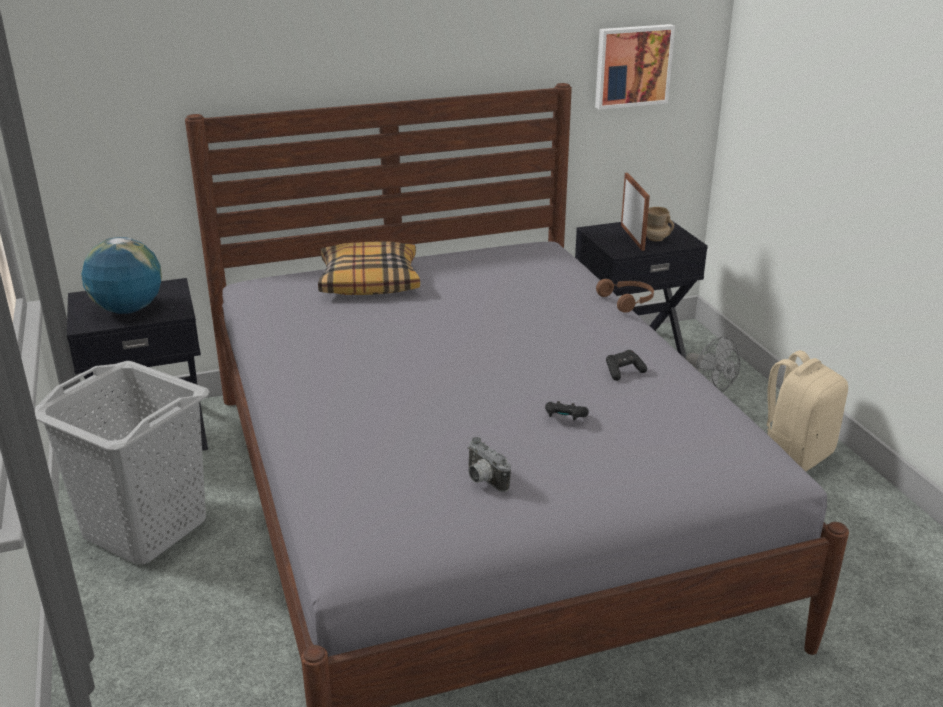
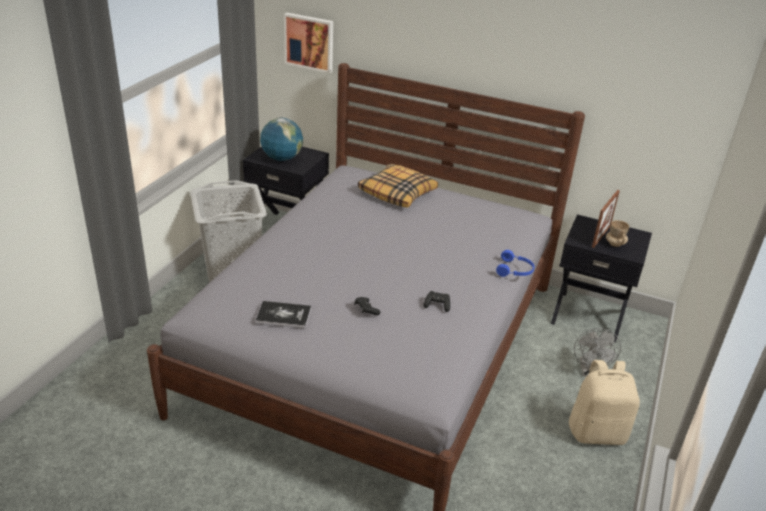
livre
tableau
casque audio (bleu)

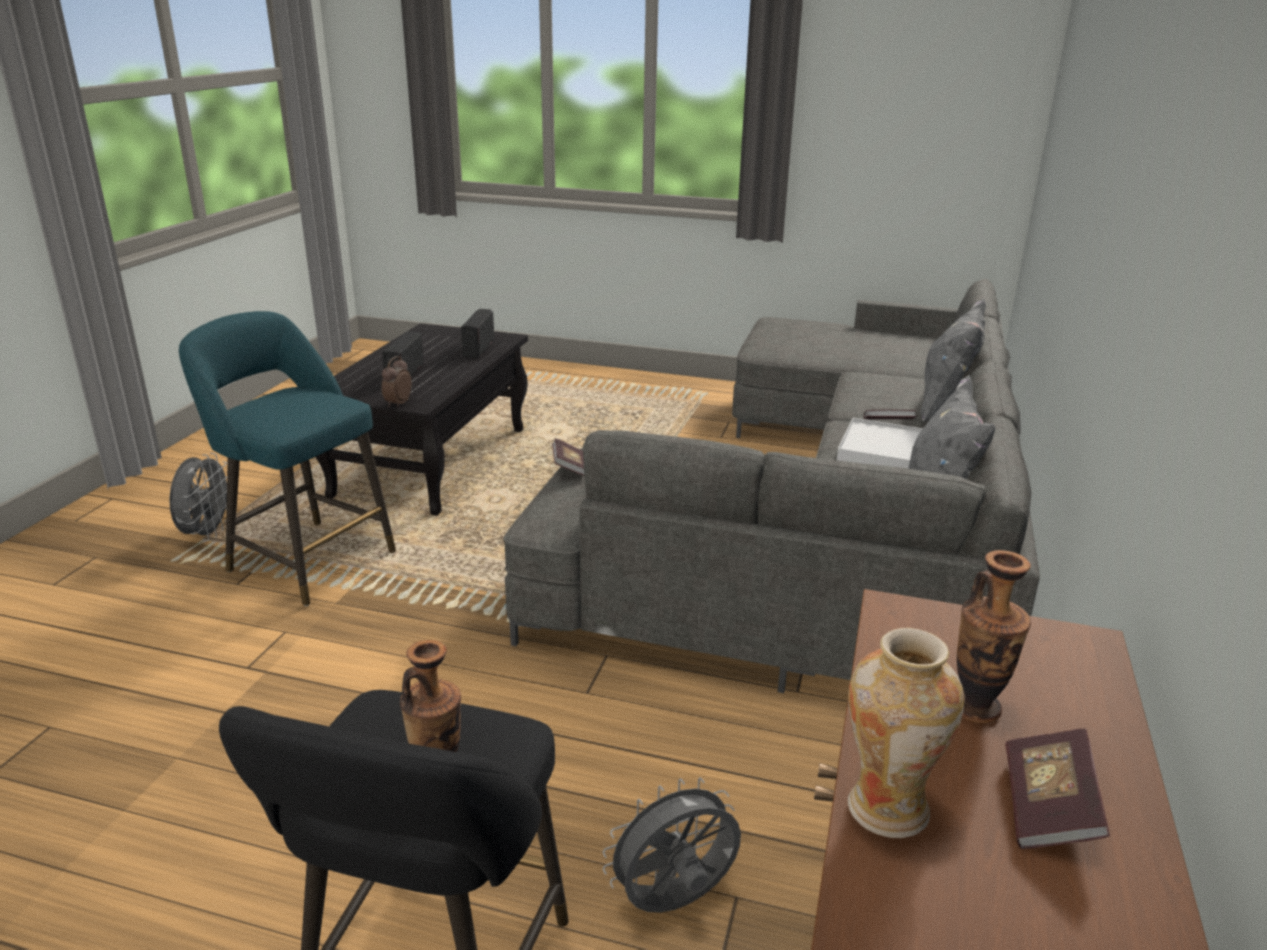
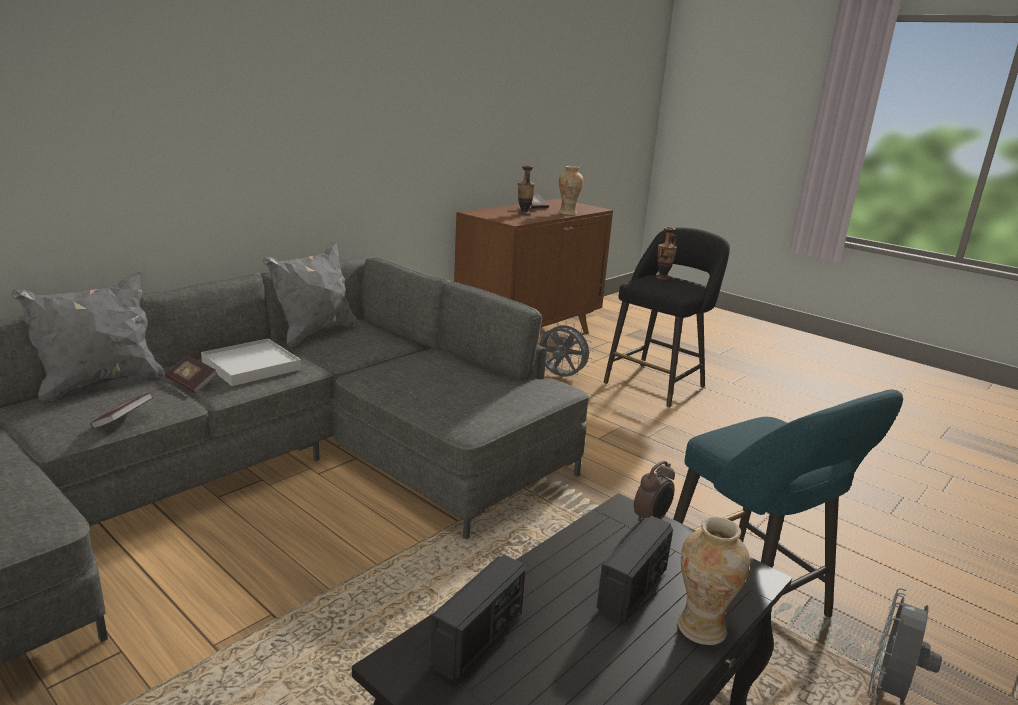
livre (no. 1 from left)
ventilateur (gris) (no. 1 from left)
vase (no. 4 from left)

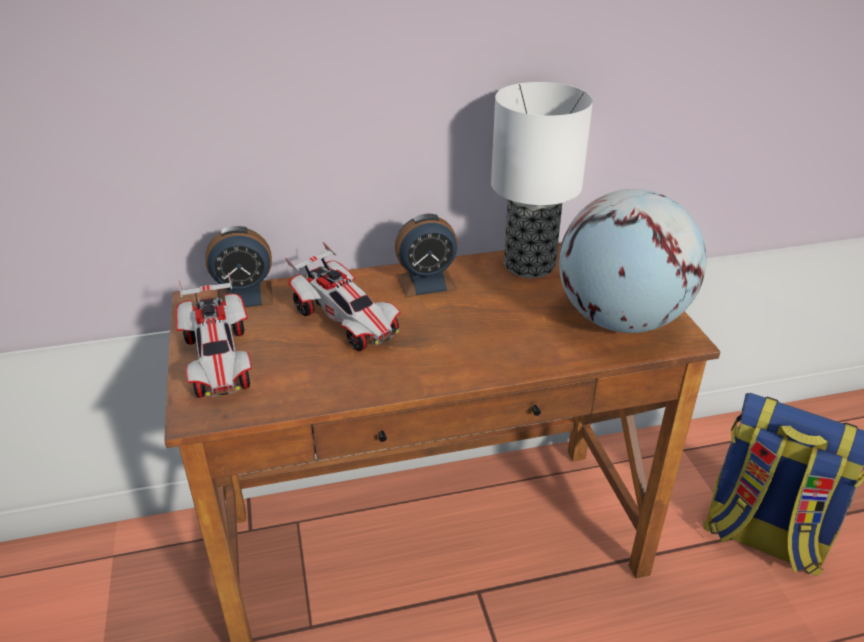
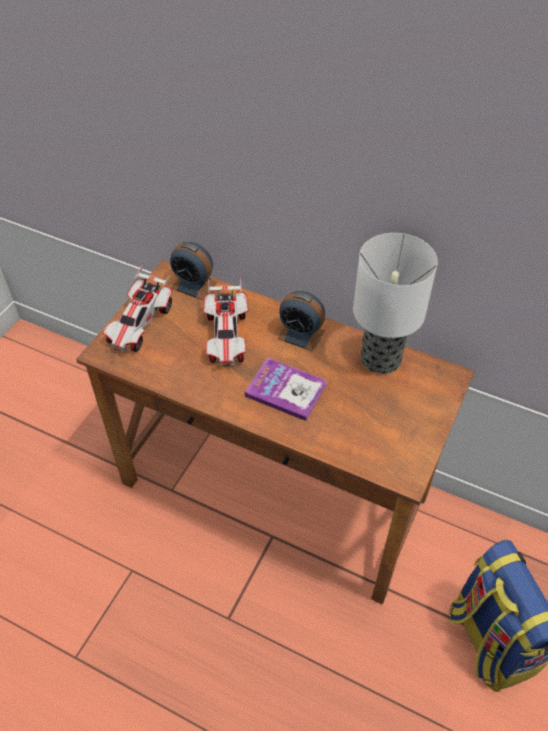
globe
livre

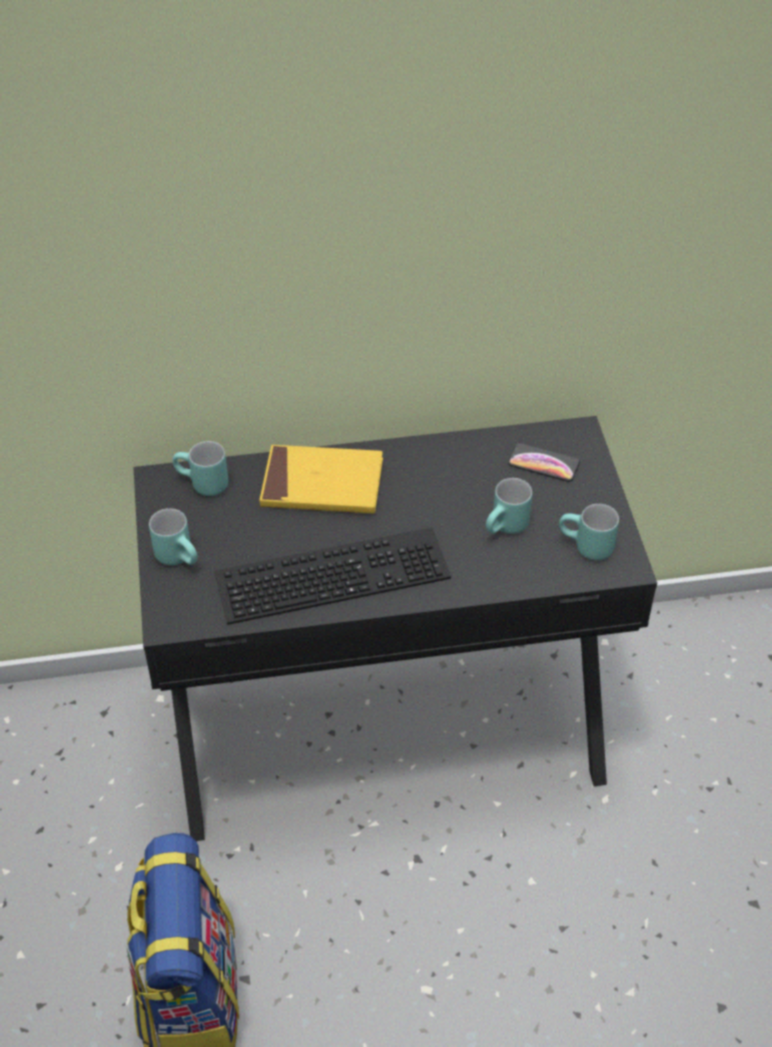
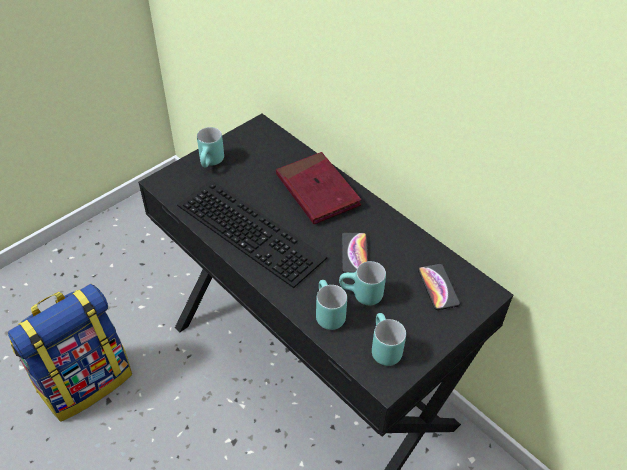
mug (turquoise) (no. 2 from left)
livre (rouge)
téléphone (no. 1 from left)

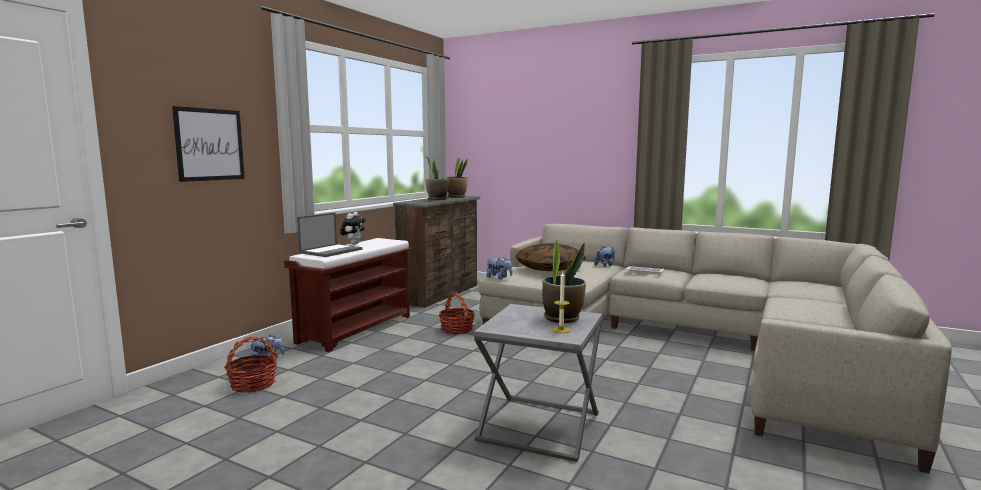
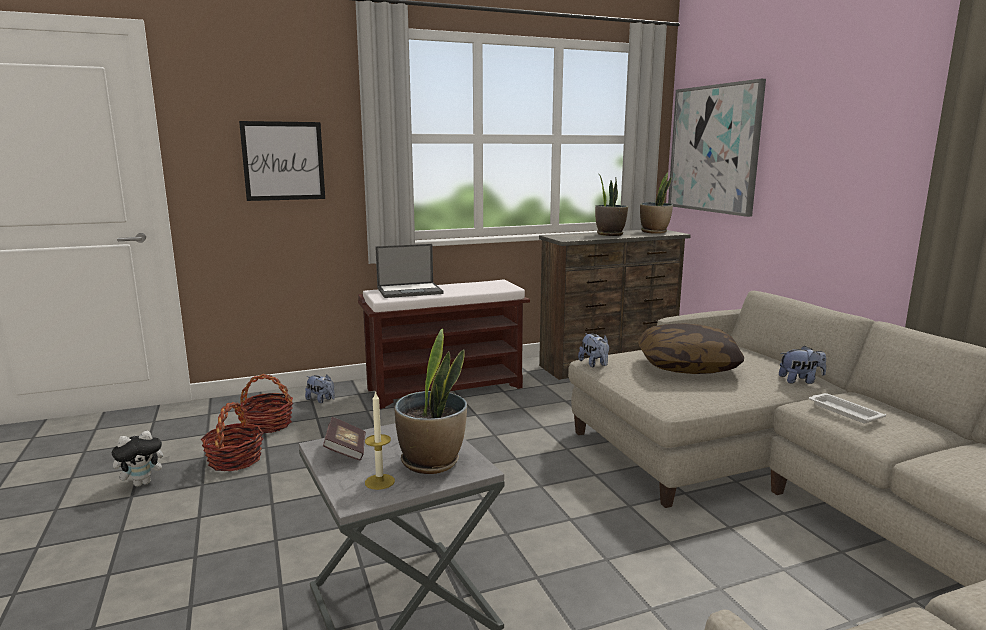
peluche (no. 1 from left)
panier (no. 1 from left)
livre
tableau (no. 2 from left)

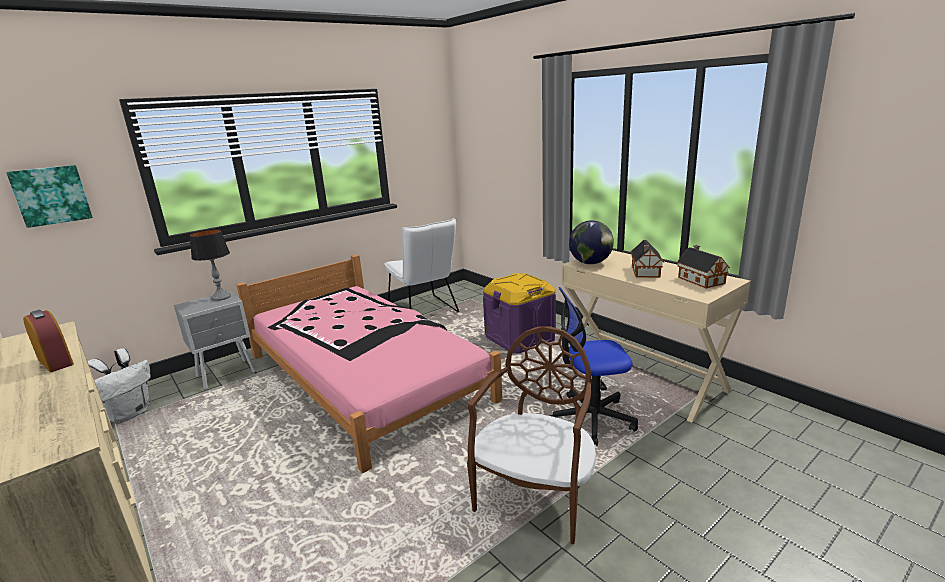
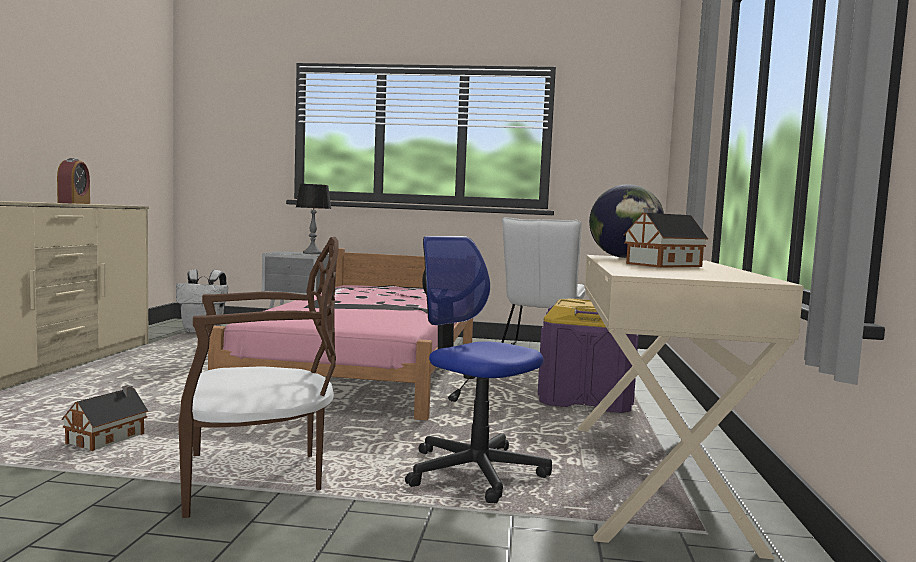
tableau
maison miniature (no. 1 from left)

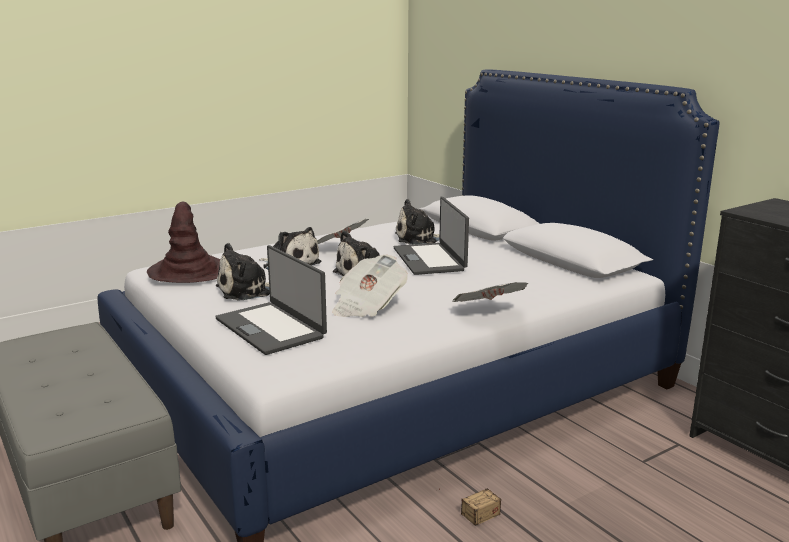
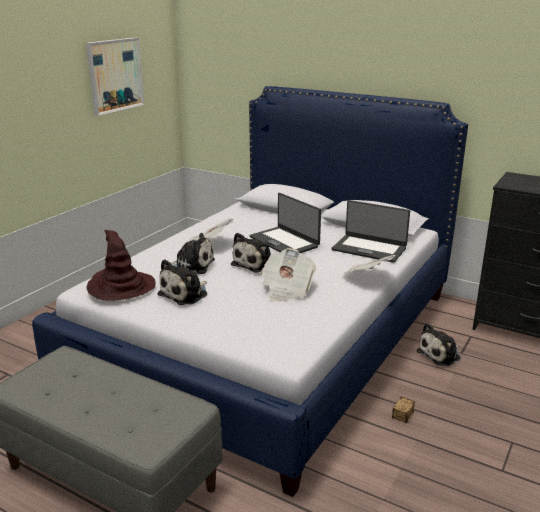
ordinateur portable (no. 2 from left)
peluche (no. 4 from left)
tableau

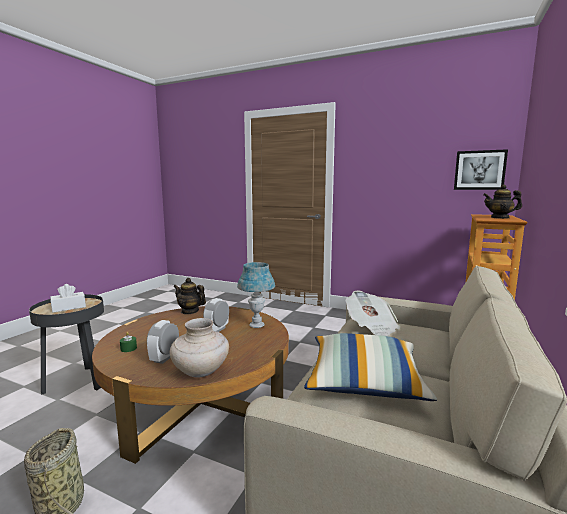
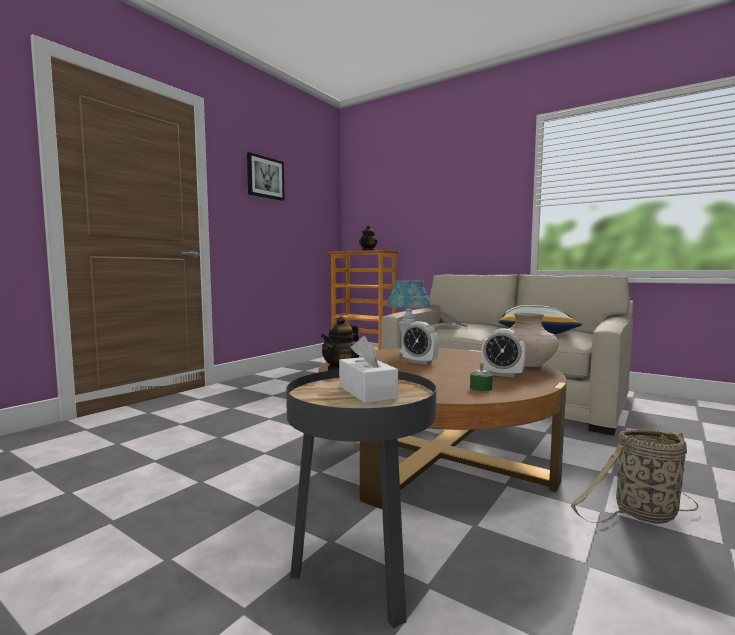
tableau

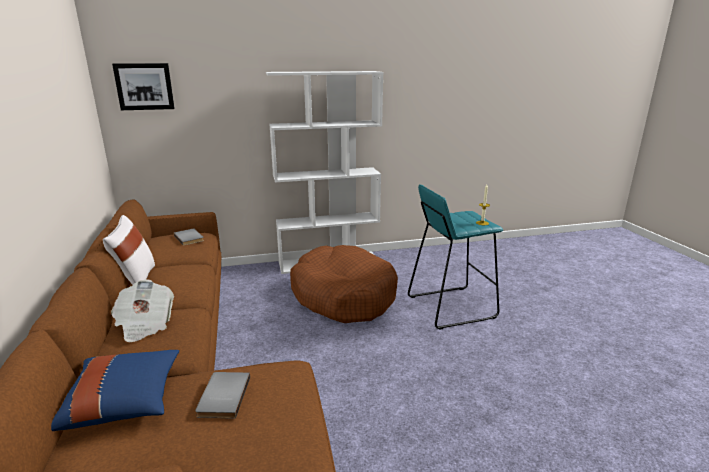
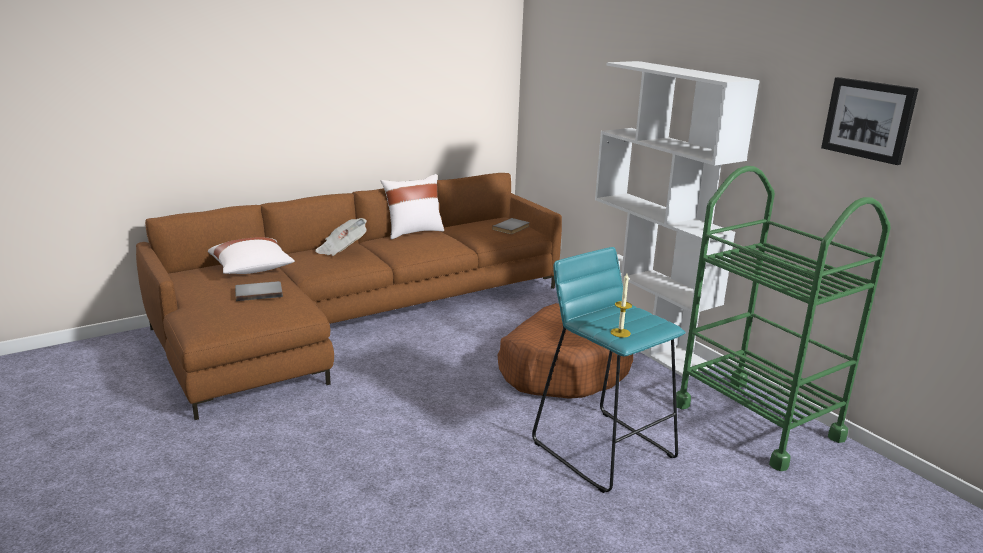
coussin (blanc) (no. 1 from left)
tableau
chariot (vert)

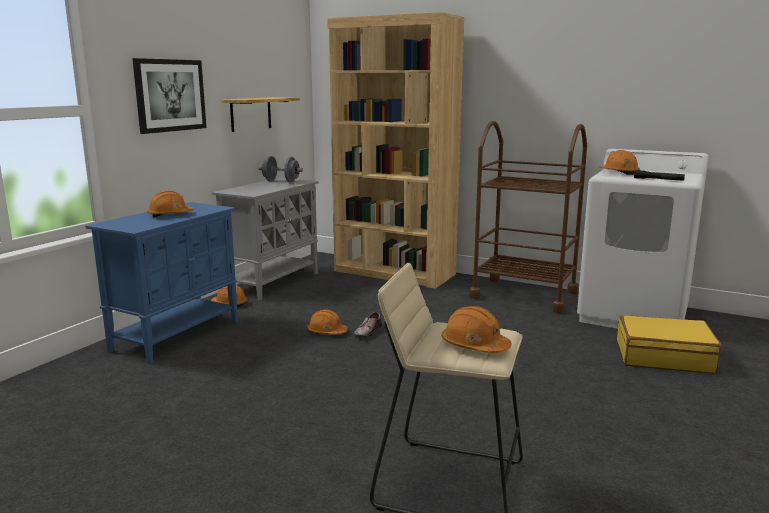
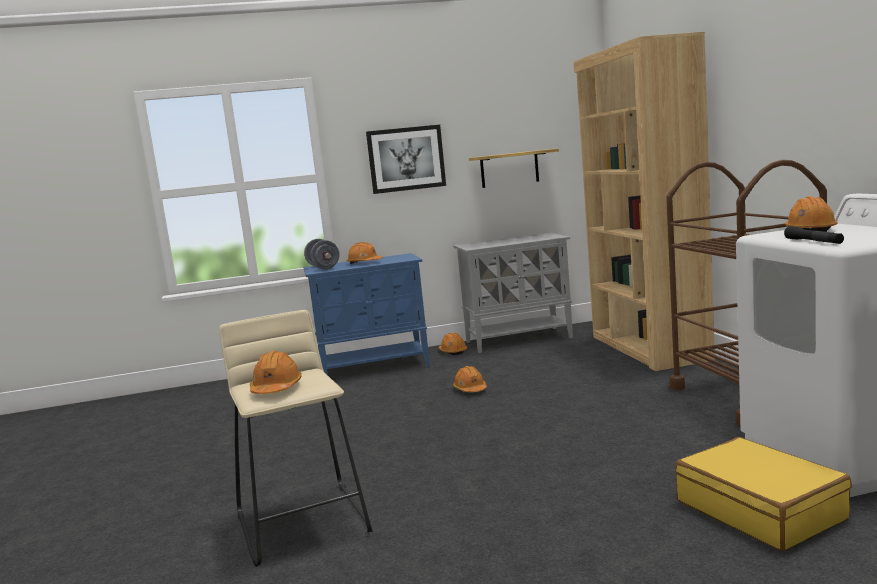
haltère (gris)
chaussure

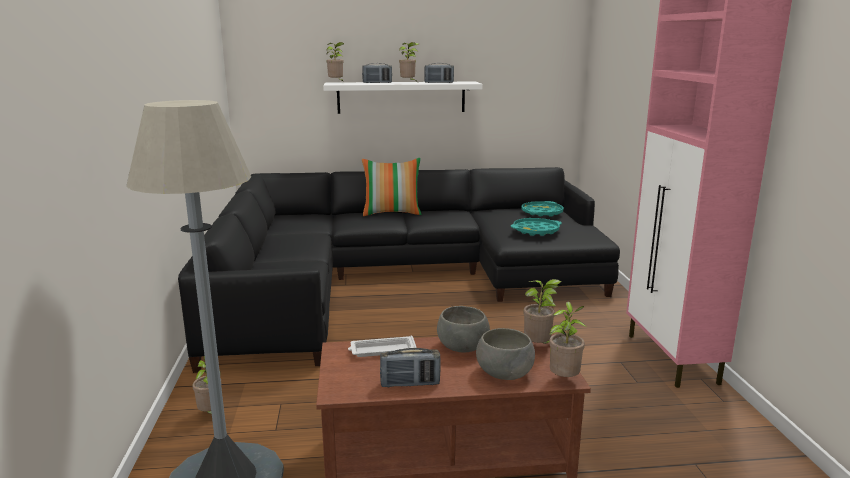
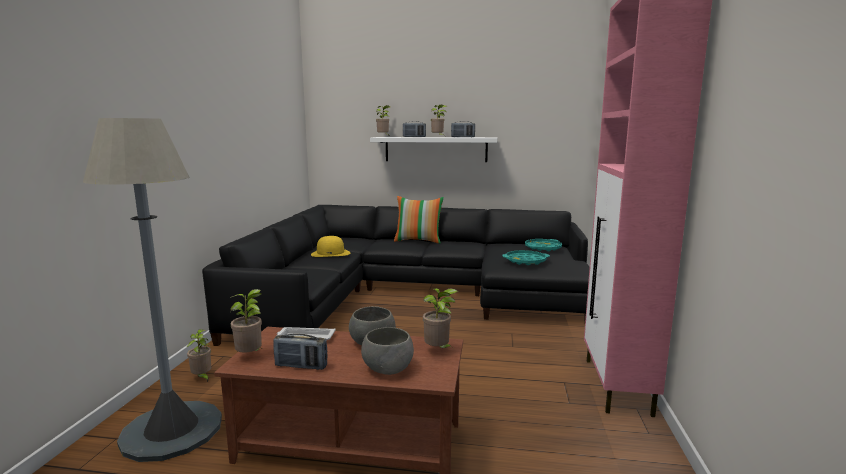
plante en pot (no. 2 from left)
chapeau (jaune)

